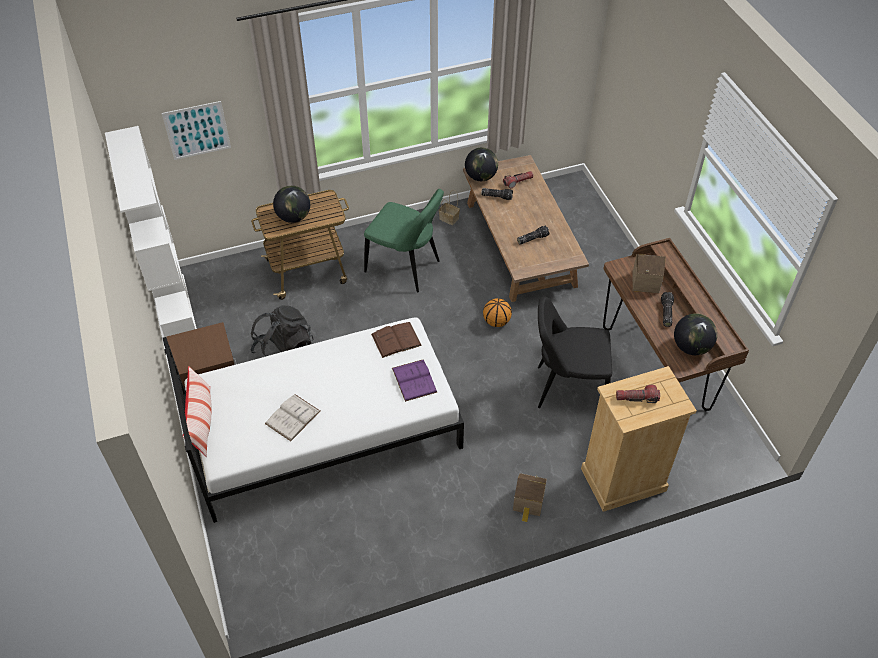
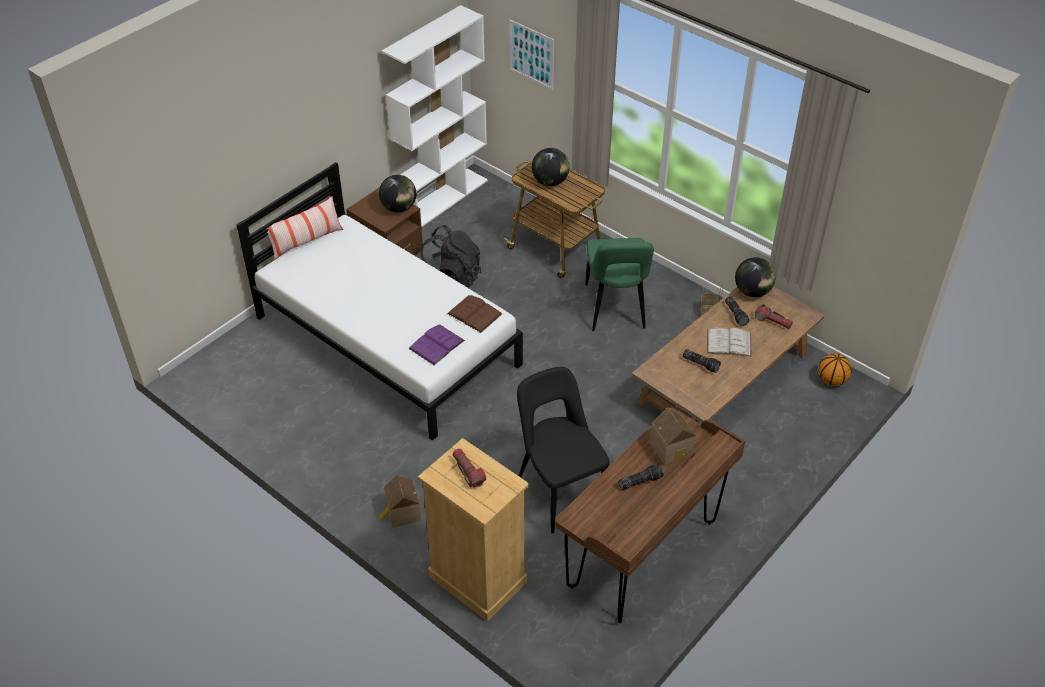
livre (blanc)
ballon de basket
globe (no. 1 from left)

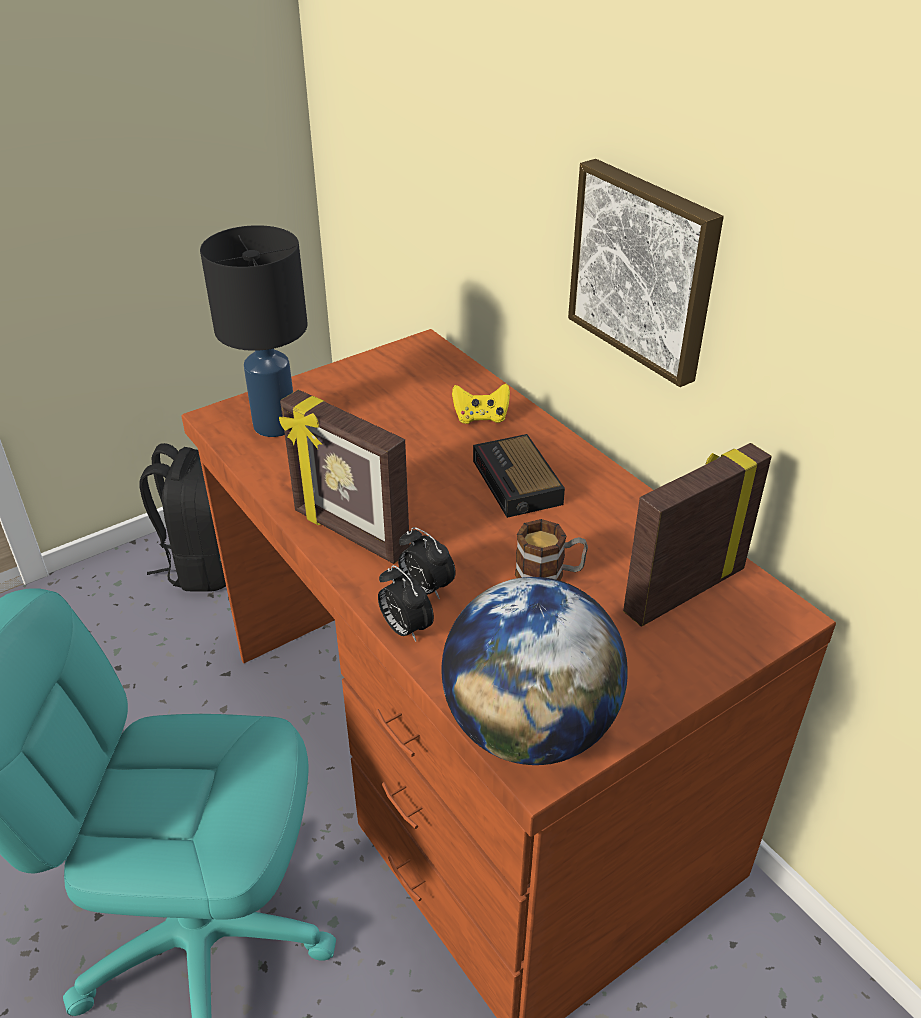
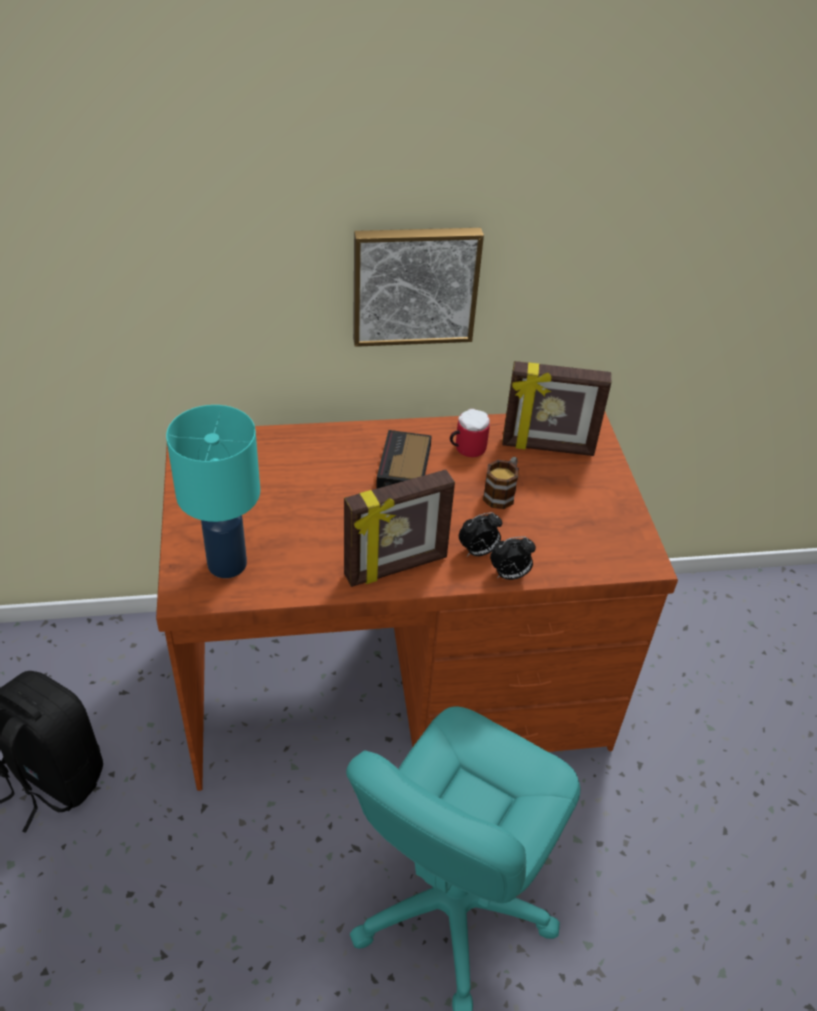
lampe de table (turquoise)
globe
manette (jaune)
réveil (no. 1 from left)
cadre photo (no. 2 from left)
mug (no. 1 from left)

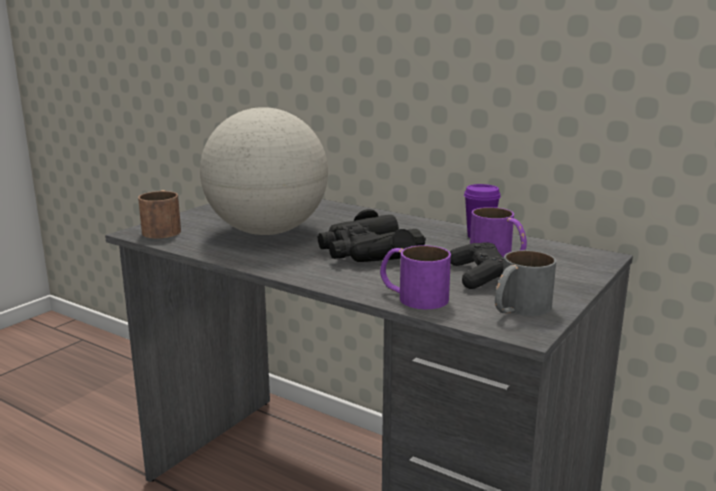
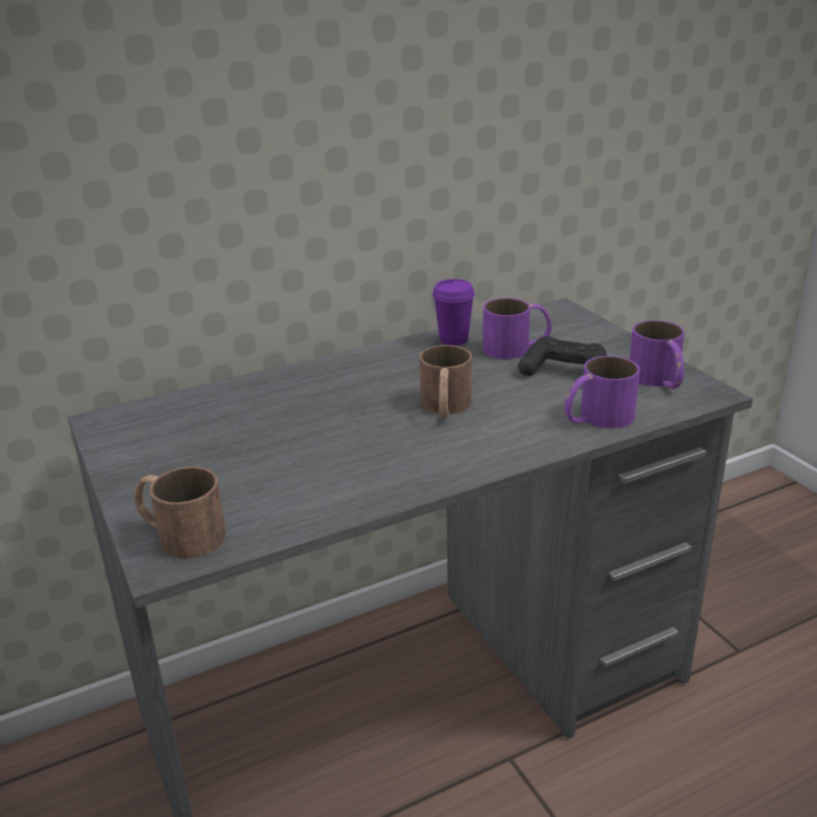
globe
mug (marron) (no. 2 from left)
mug (violet) (no. 3 from left)

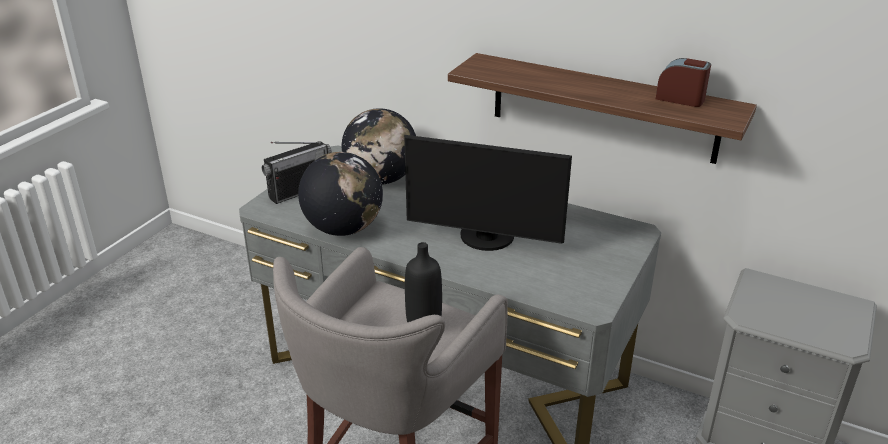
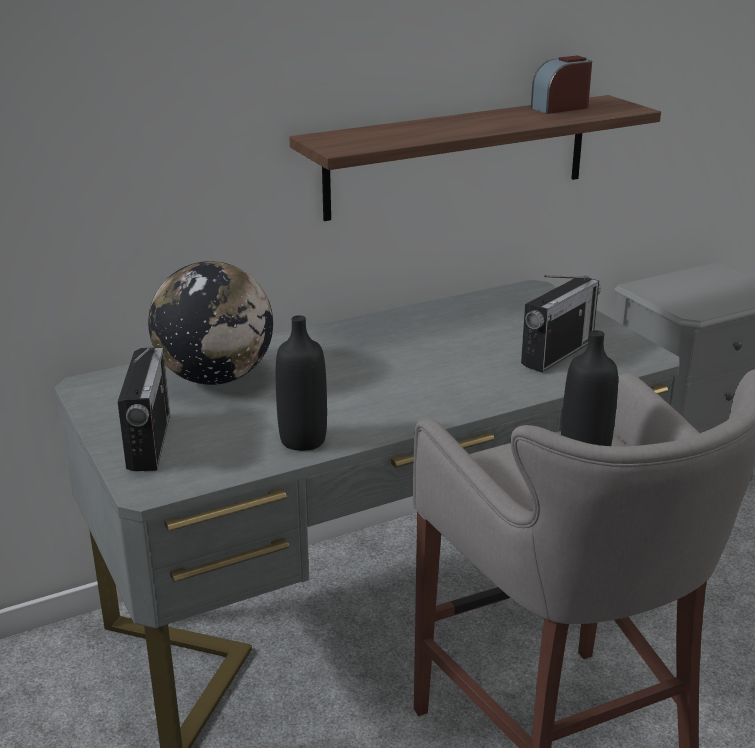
bouteille (noir) (no. 1 from left)
écran d'ordinateur
radio (no. 2 from left)

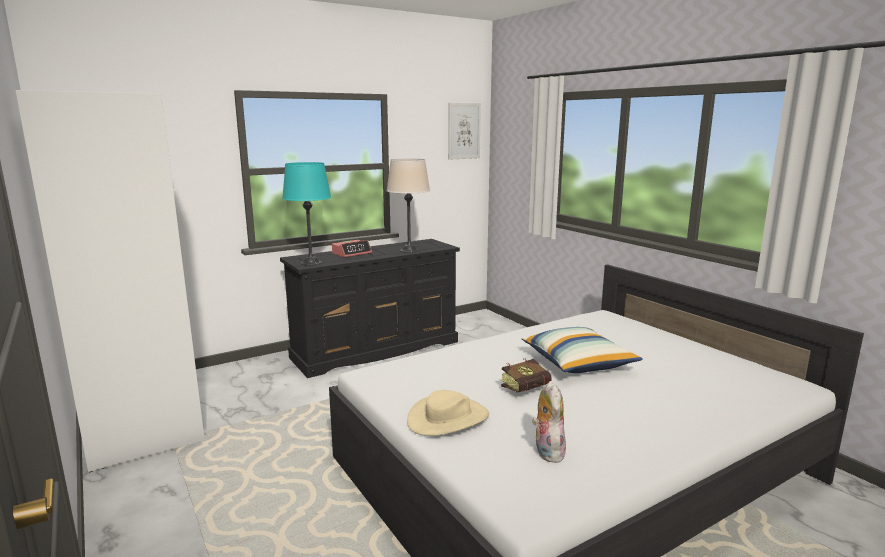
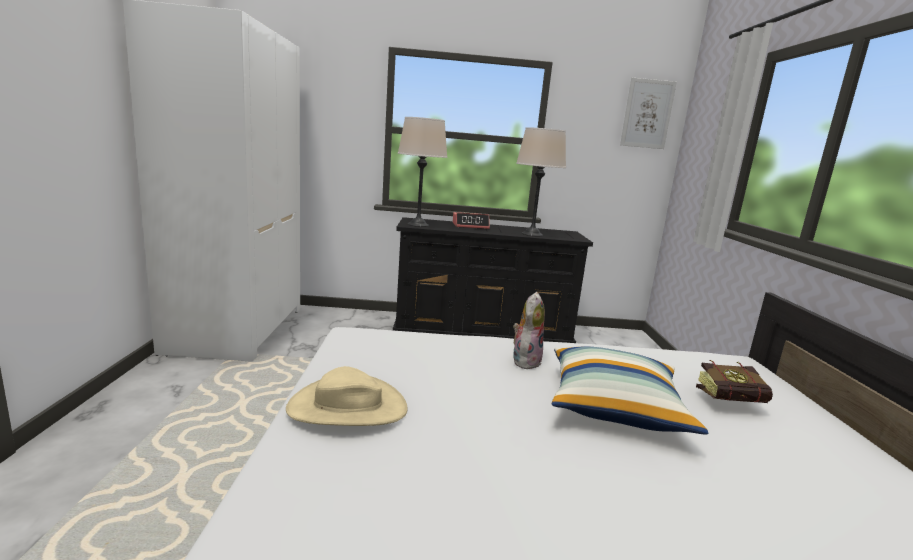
lampe de table (beige) (no. 1 from left)
livre
peluche

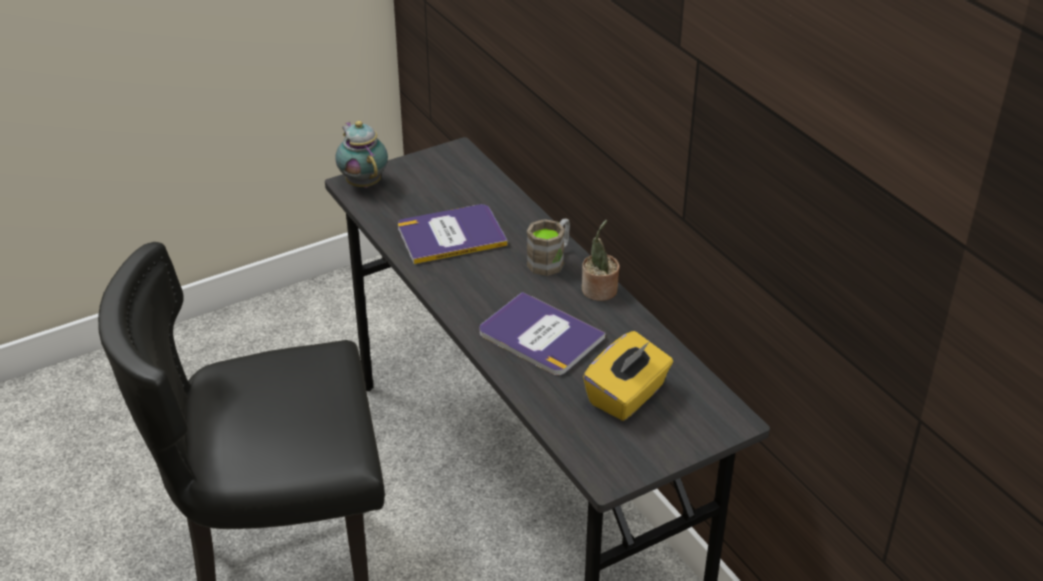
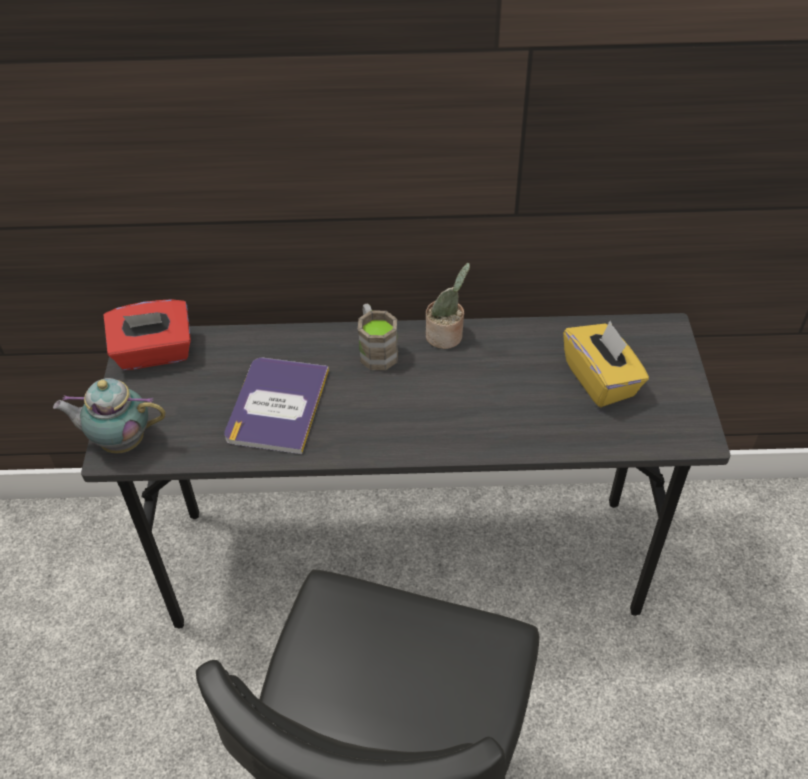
livre (no. 2 from left in the first image)
boîte à mouchoirs (rouge)

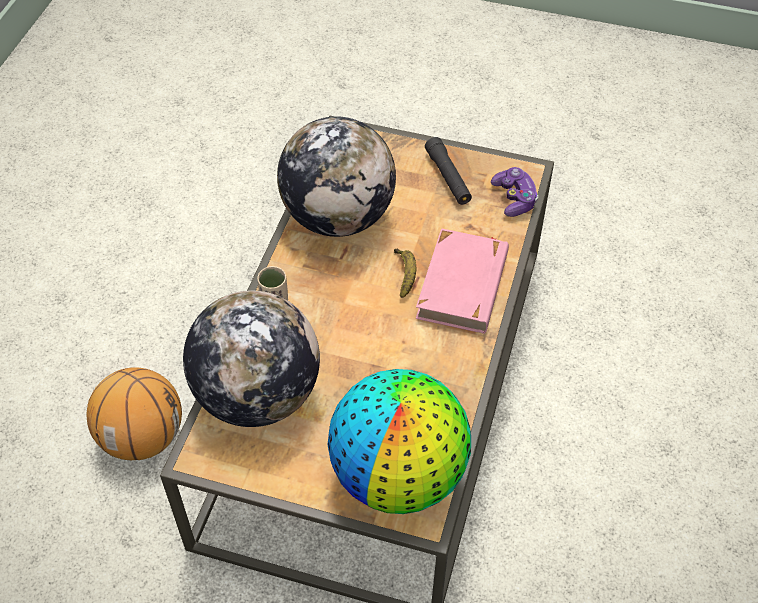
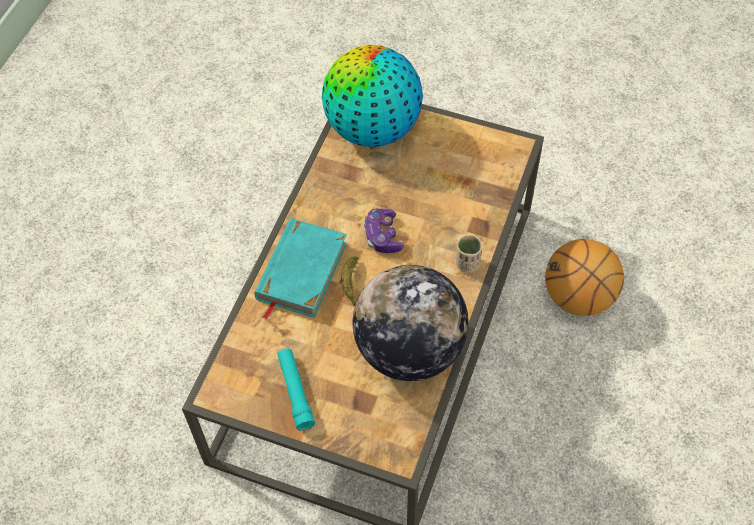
globe (no. 1 from left in the first image)
livre (turquoise)
lampe de poche (turquoise)
manette

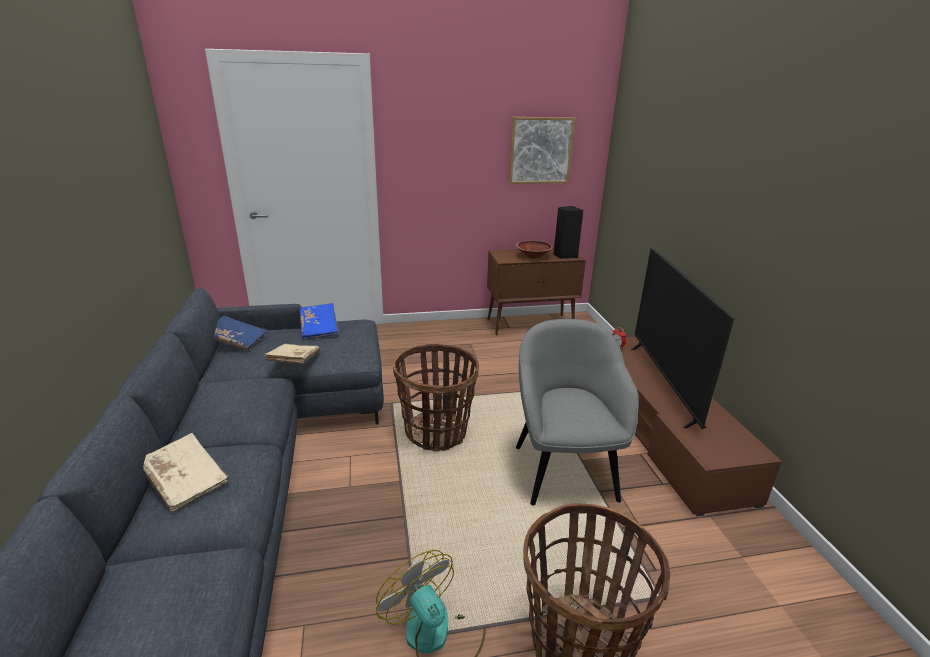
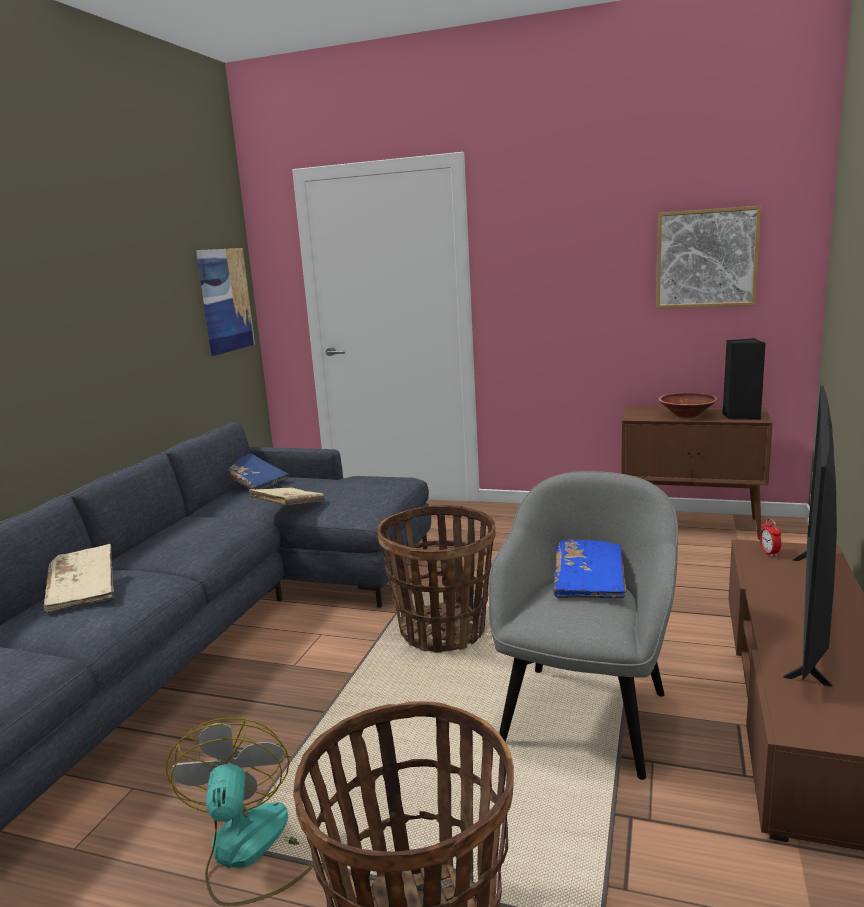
livre (bleu) (no. 2 from left)
tableau (no. 1 from left)

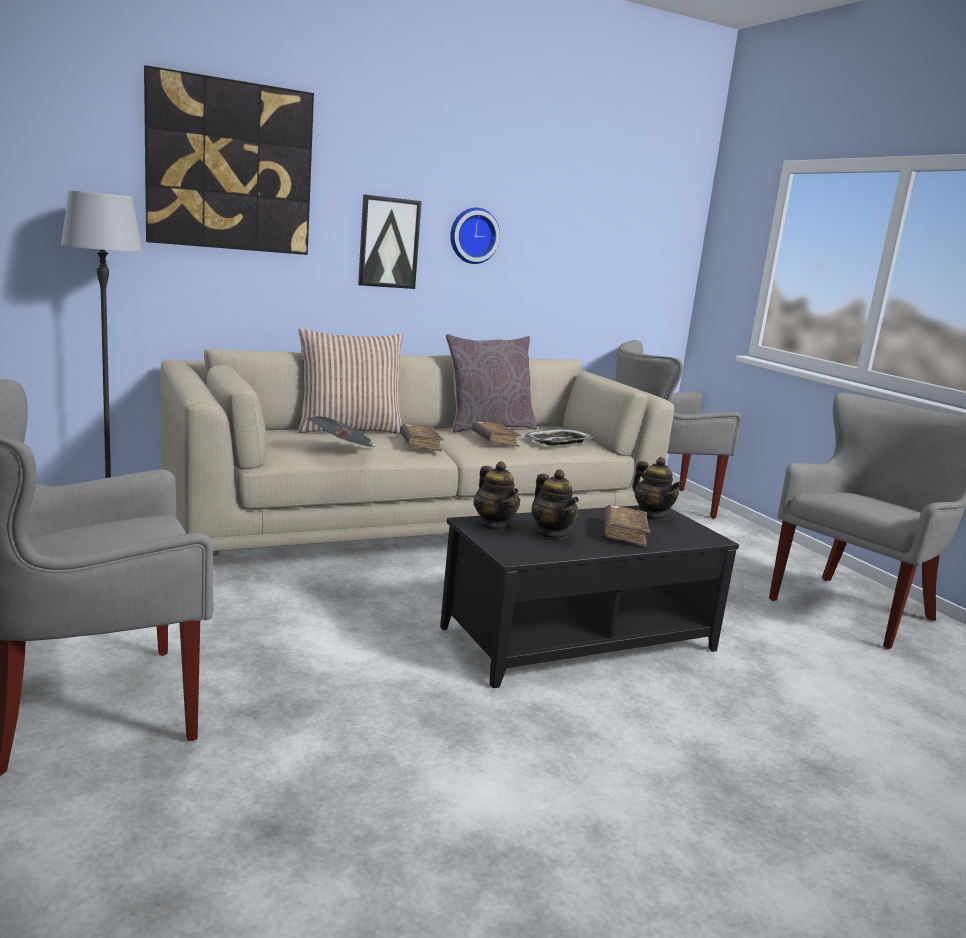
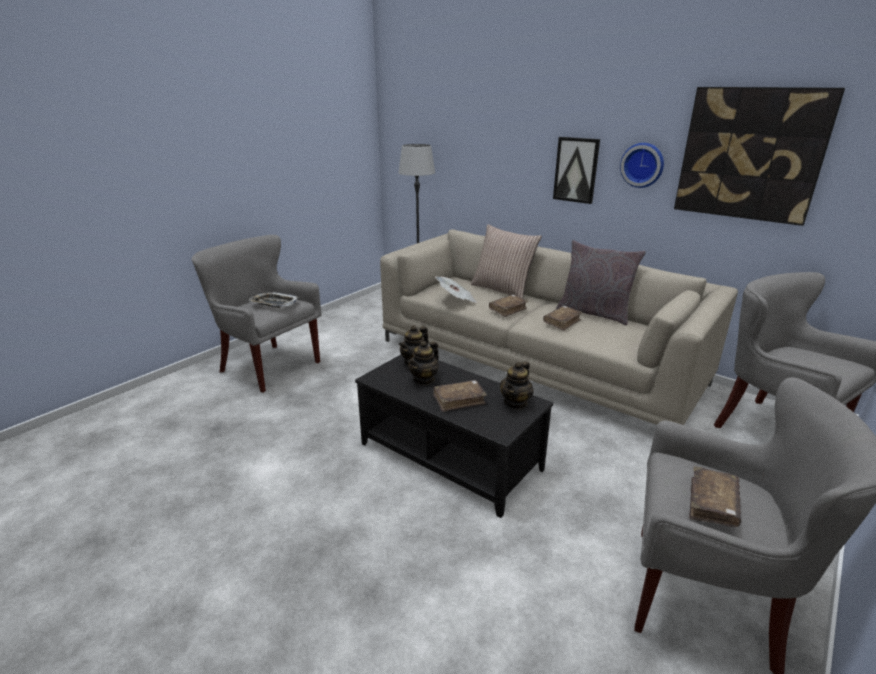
tableau (no. 2 from left)
plateau
livre (marron) (no. 4 from left)

